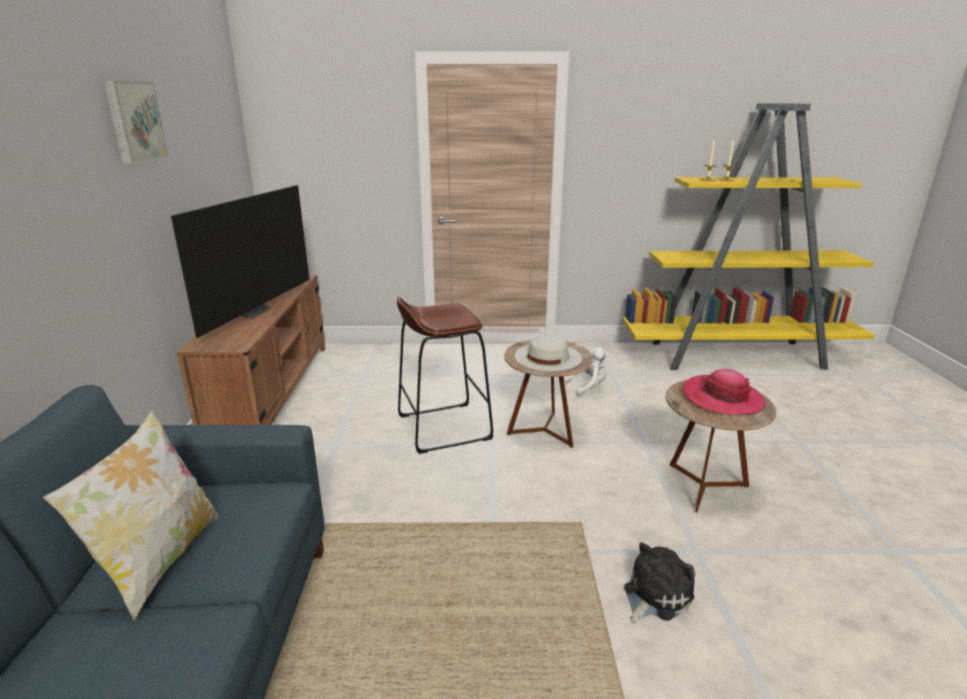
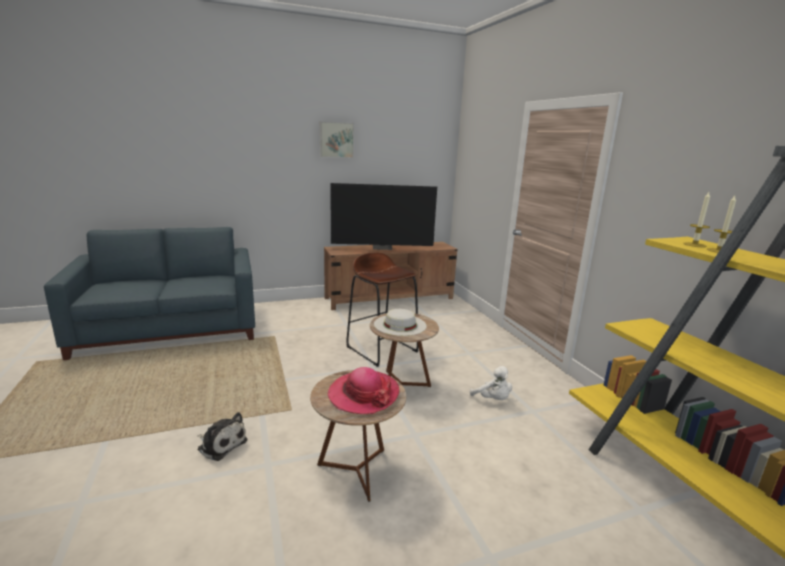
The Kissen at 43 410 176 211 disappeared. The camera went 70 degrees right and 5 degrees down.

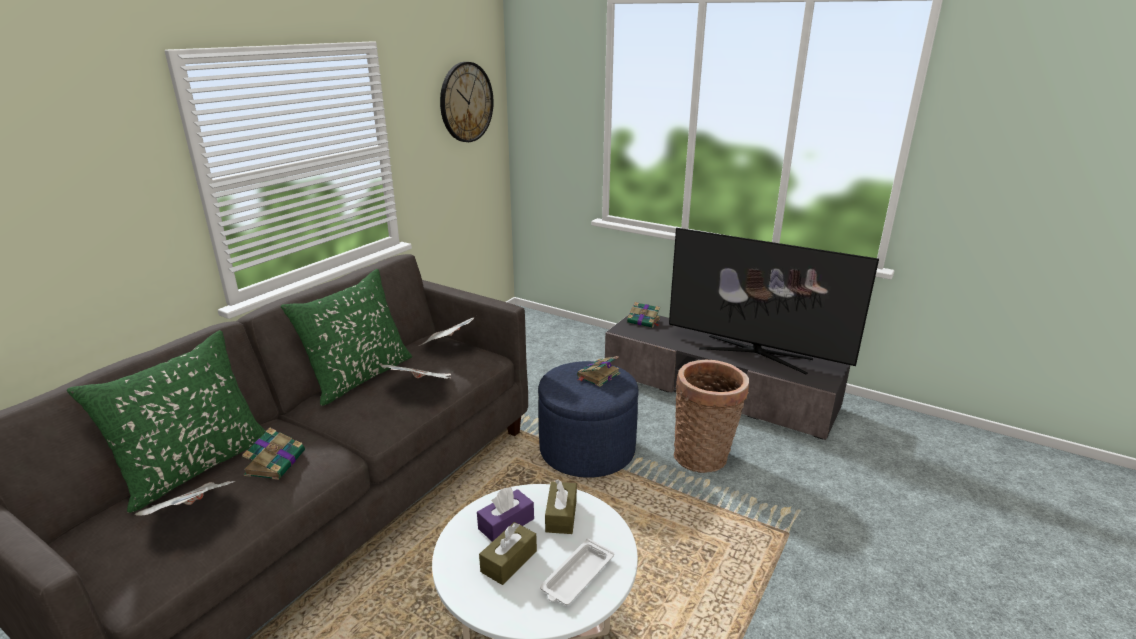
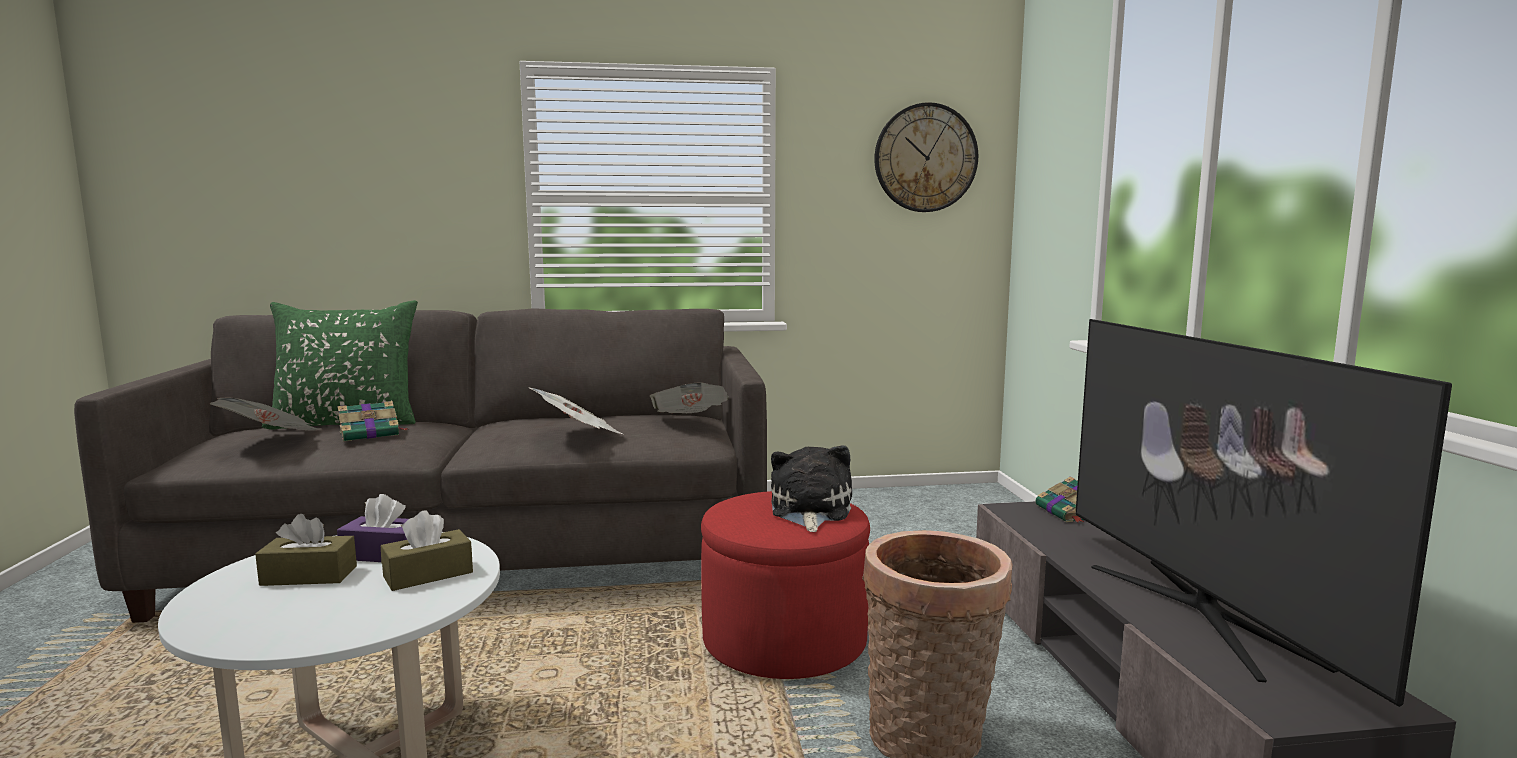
The Kissen/grün at 281 269 131 137 disappeared. The Buch at 577 356 43 31 was replaced by the Plüschtier at 771 445 81 87. The Polsterhocker/blau at 538 361 101 117 became the Polsterhocker/rot at 701 491 169 188. The Tablett/weiß at 540 538 74 67 disappeared. The camera went 50 degrees right and 15 degrees down.

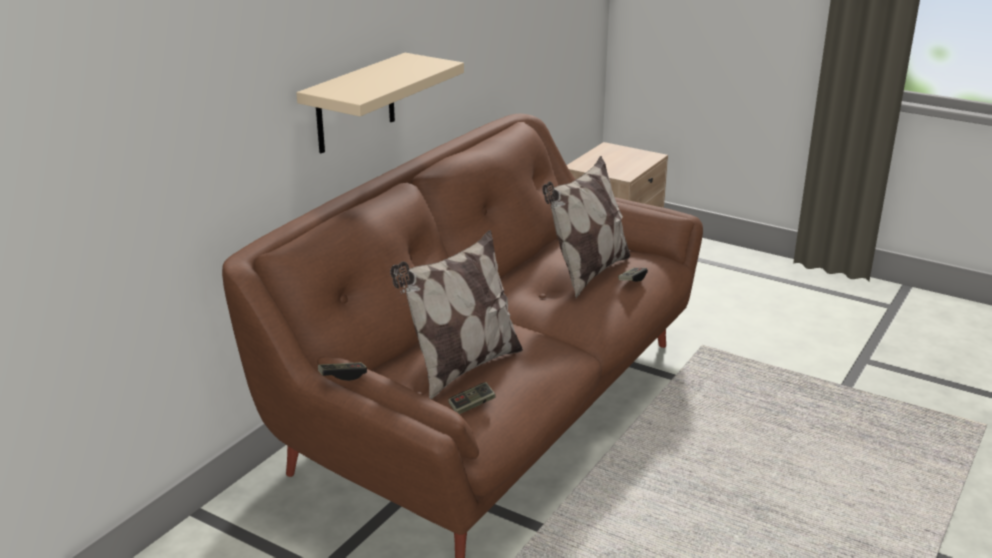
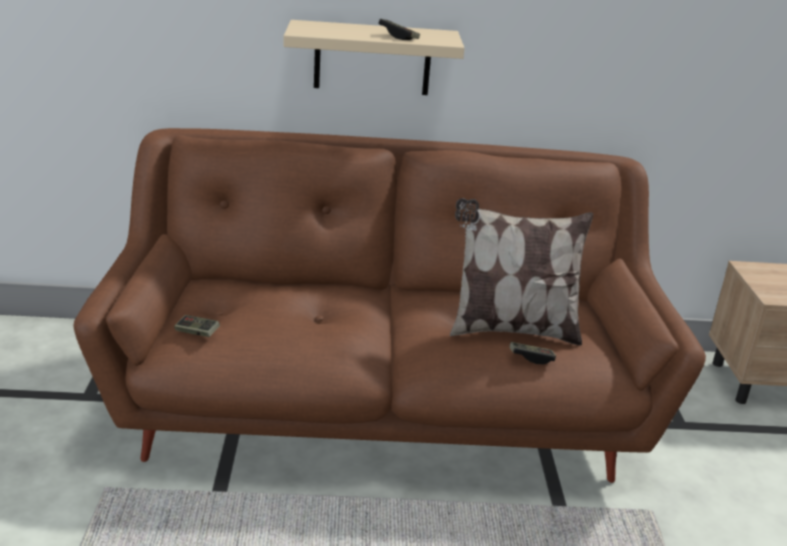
The Kissen at 390 230 133 170 disappeared. The Gamepad moved from 318 362 49 19 to 378 19 42 21. The camera went 55 degrees right and 0 degrees up.

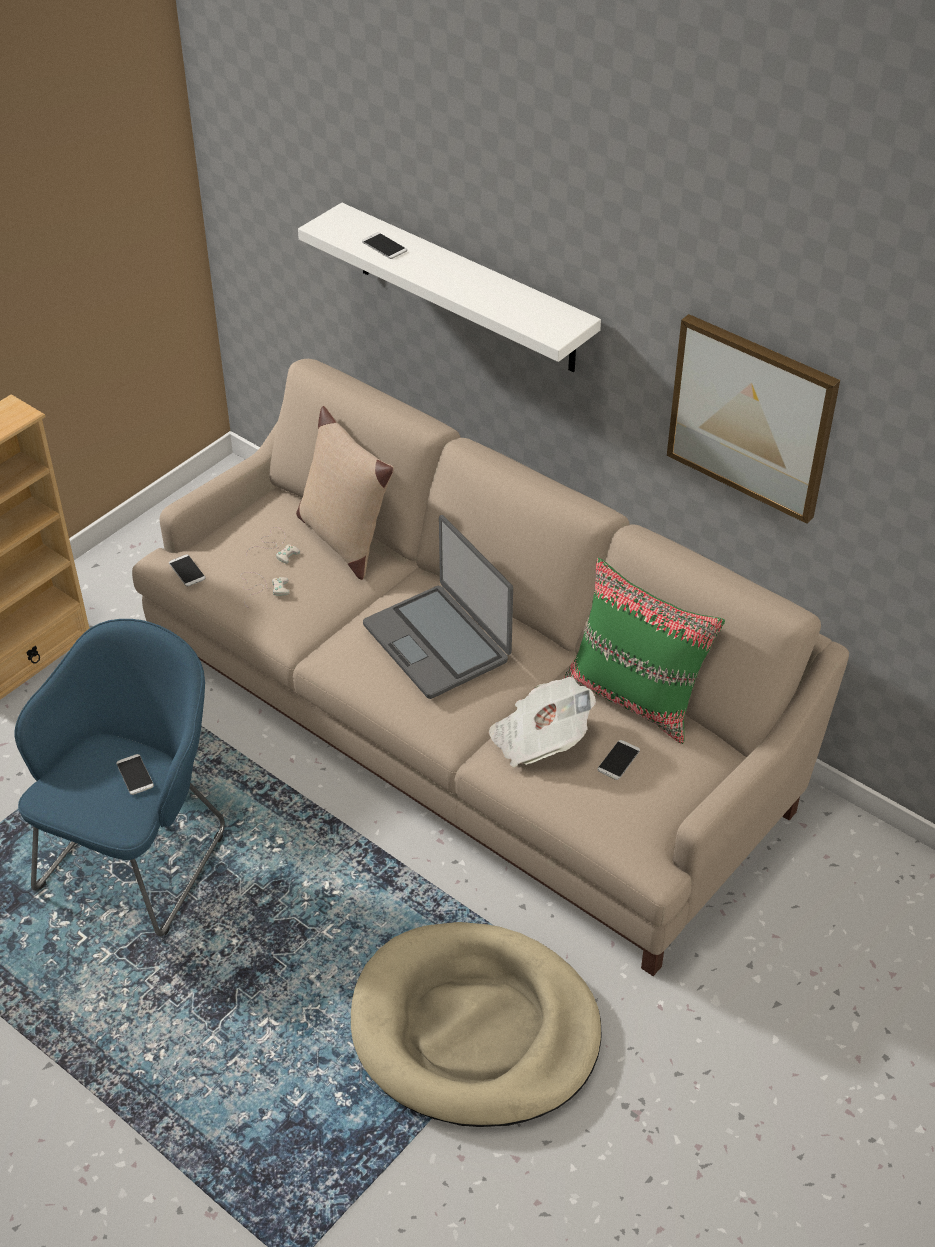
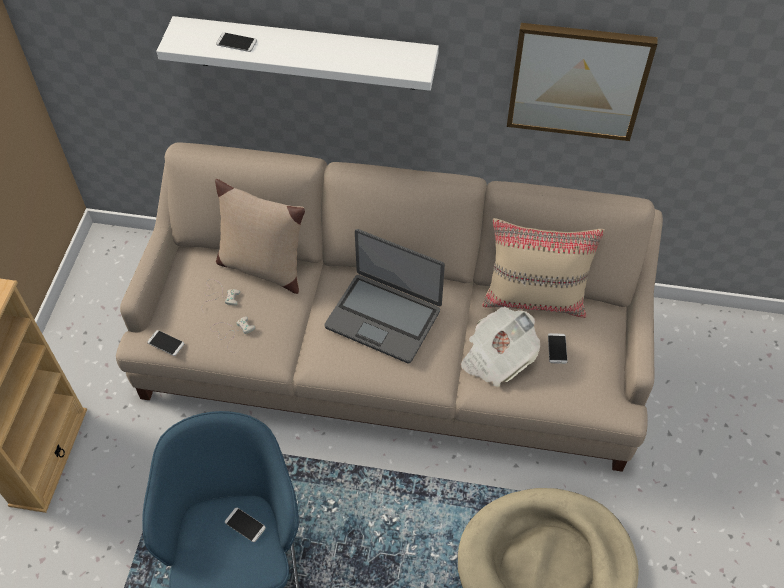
The Kissen/grün at 564 558 161 186 became the Kissen/beige at 482 218 123 100. The camera went 30 degrees left and 10 degrees up.

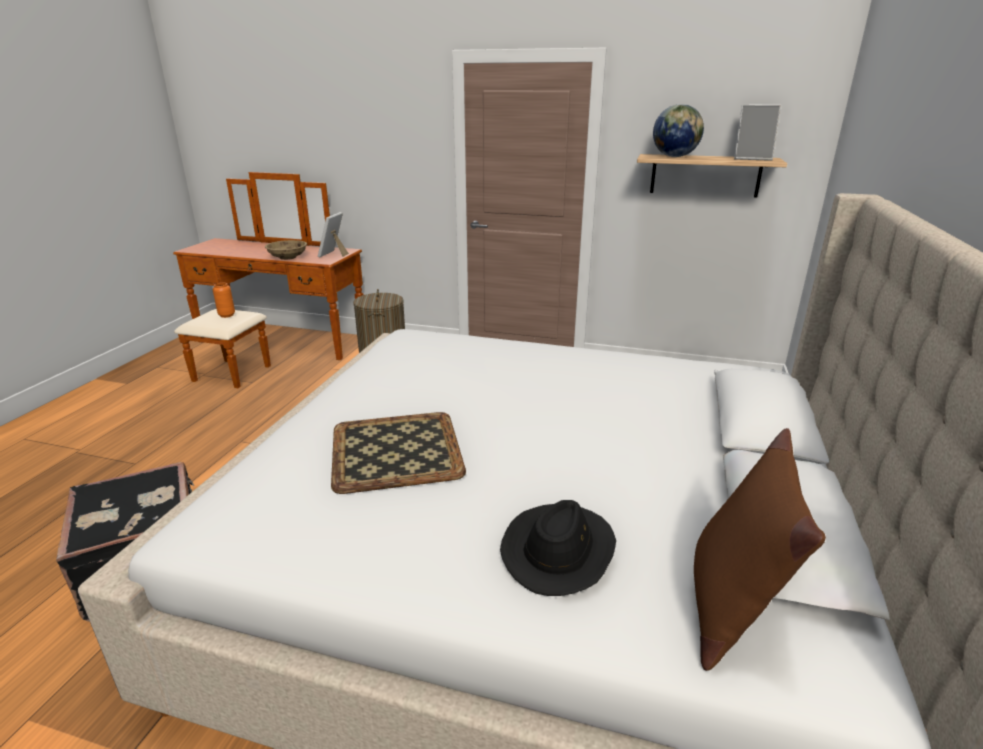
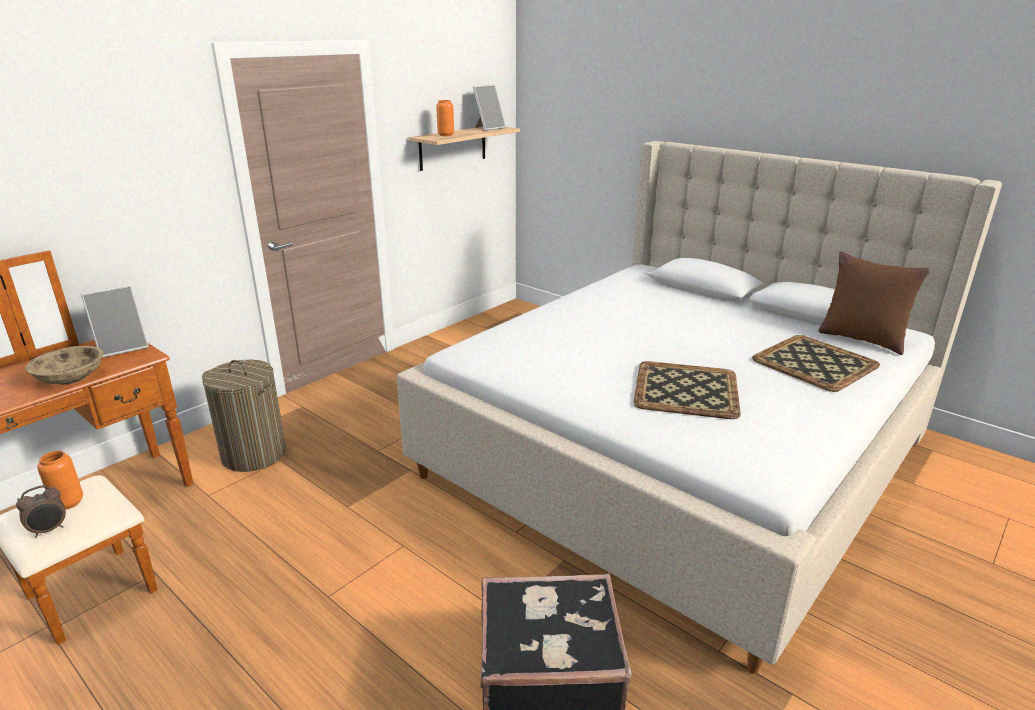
The Globus at 653 104 51 53 was replaced by the Vase/orange at 436 100 18 36. The Bilderrahmen at 318 212 31 46 turned 75 degrees counterclockwise. The Hut/schwarz at 500 500 116 96 was replaced by the Tablett at 752 335 128 57. The Wecker at 16 485 50 53 appeared. The camera went 65 degrees left and 0 degrees up.

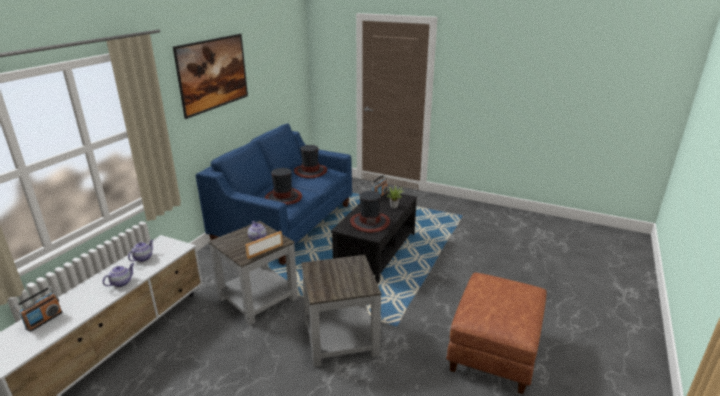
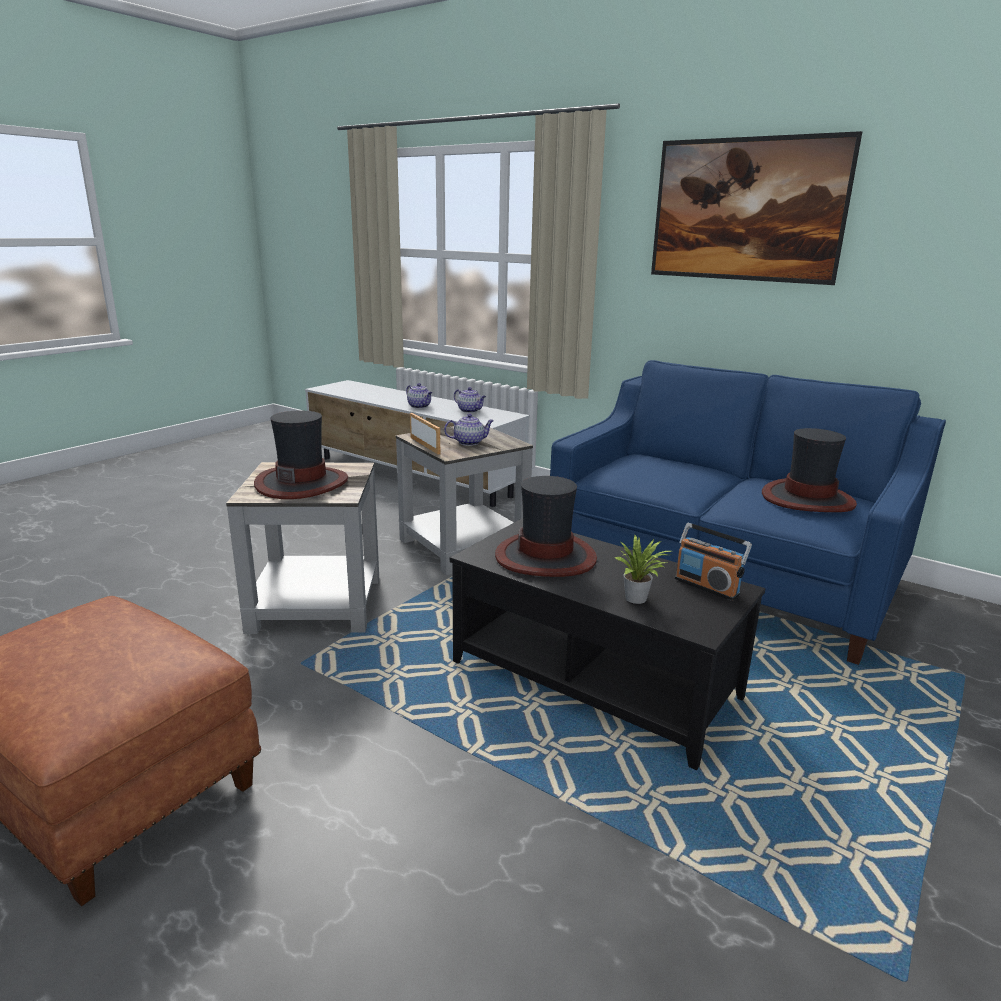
The Hut moved from 265 168 37 37 to 254 411 94 88. The Radio at 14 286 49 46 disappeared. The camera went 100 degrees right and 5 degrees down.

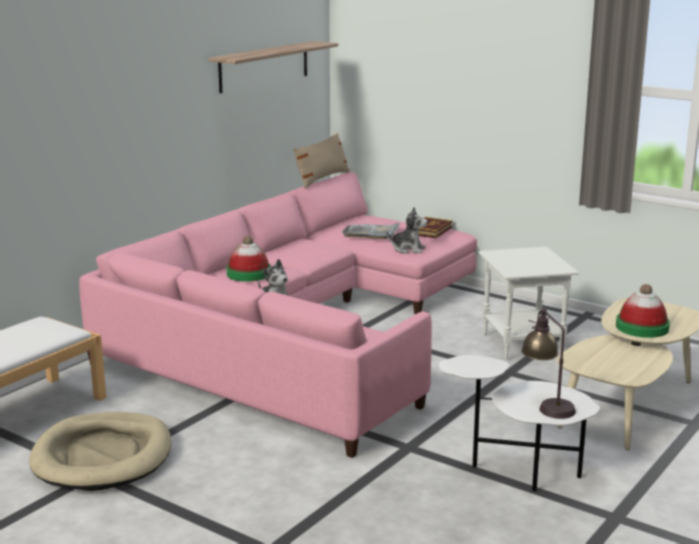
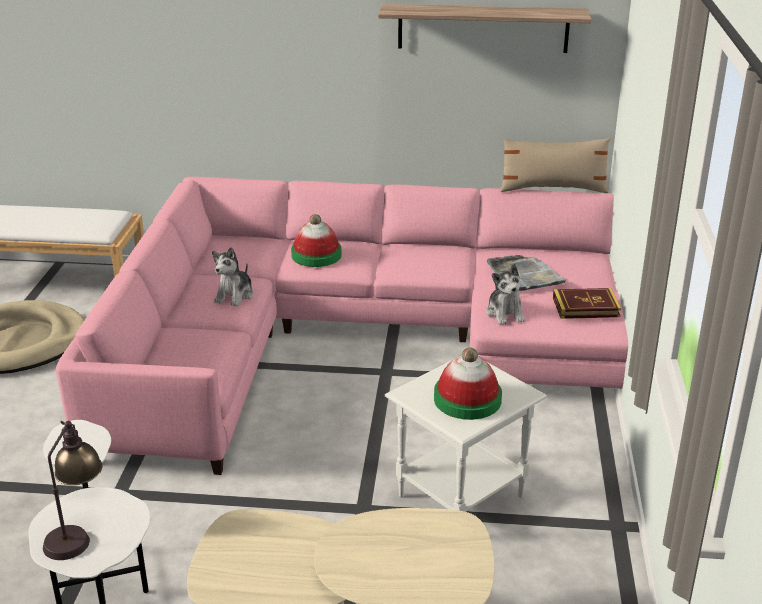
The Hut moved from 616 284 54 54 to 434 347 68 73. The camera went 60 degrees right and 10 degrees up.

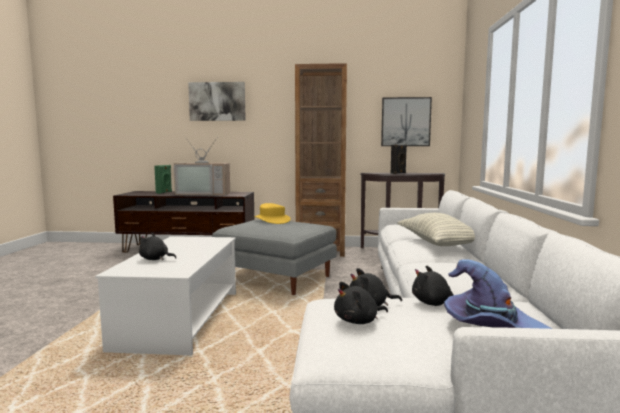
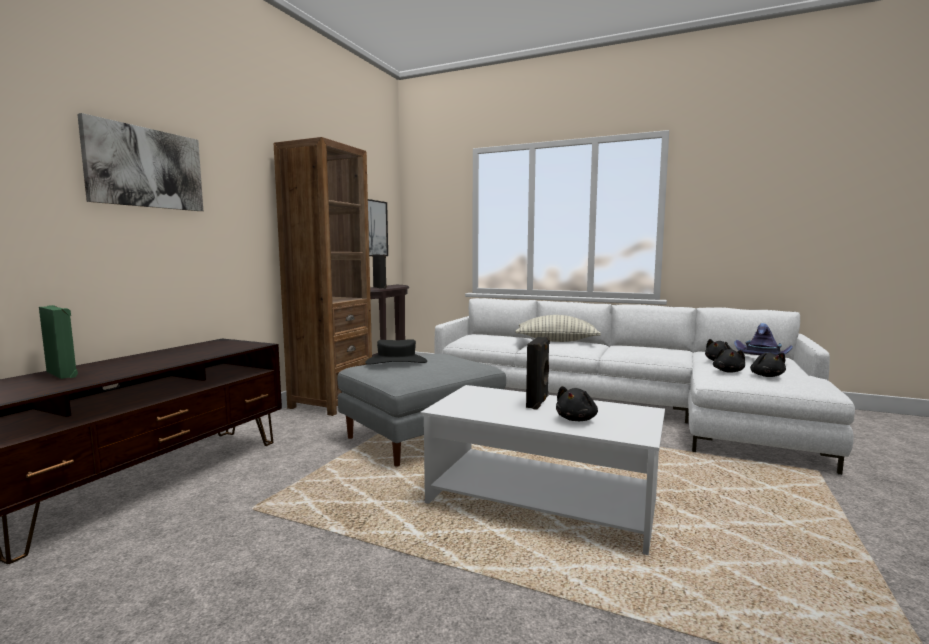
The Fernseher at 174 137 56 59 disappeared. The Hut/gelb at 254 203 37 21 became the Hut/schwarz at 365 339 62 25. The Lautsprecher/schwarz at 526 337 24 73 appeared. The camera went 70 degrees left and 0 degrees up.

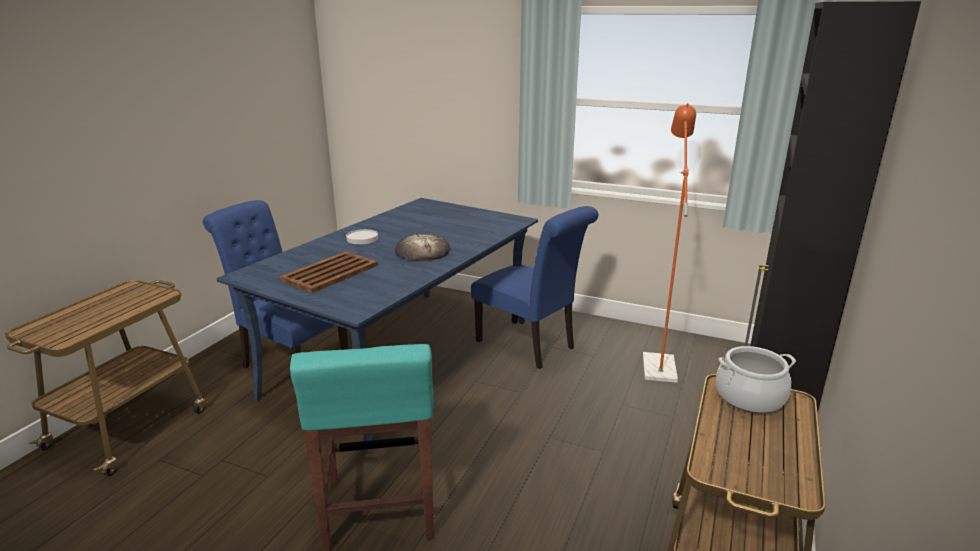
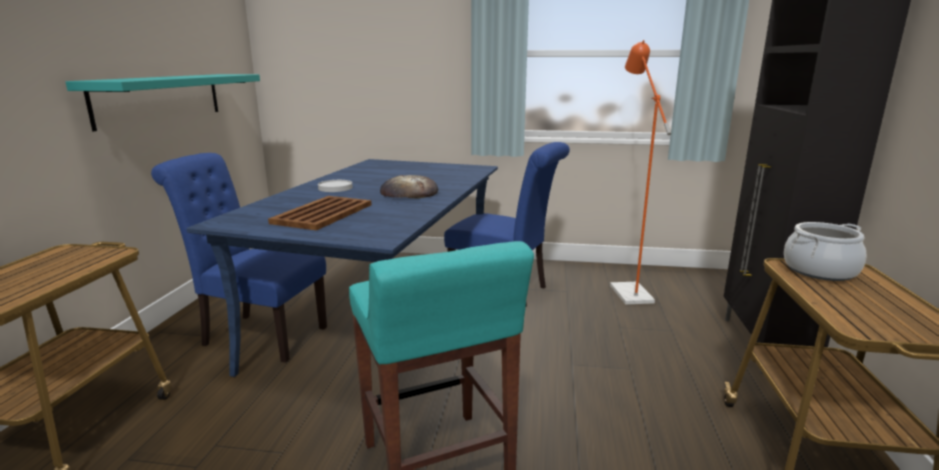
The Wandregal/türkis at 66 74 194 57 appeared. The camera went 15 degrees left and 5 degrees down.

